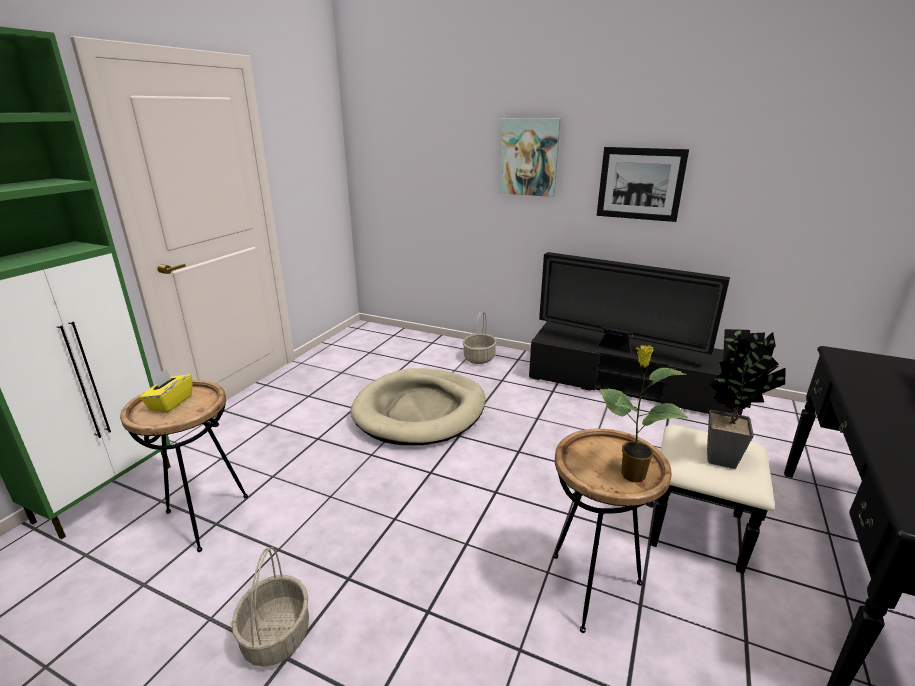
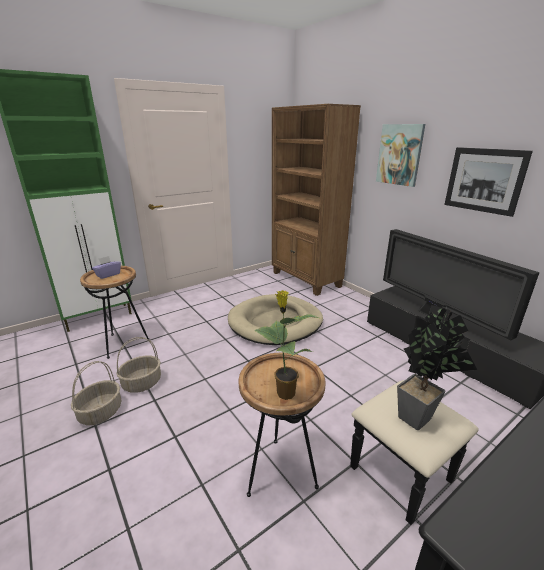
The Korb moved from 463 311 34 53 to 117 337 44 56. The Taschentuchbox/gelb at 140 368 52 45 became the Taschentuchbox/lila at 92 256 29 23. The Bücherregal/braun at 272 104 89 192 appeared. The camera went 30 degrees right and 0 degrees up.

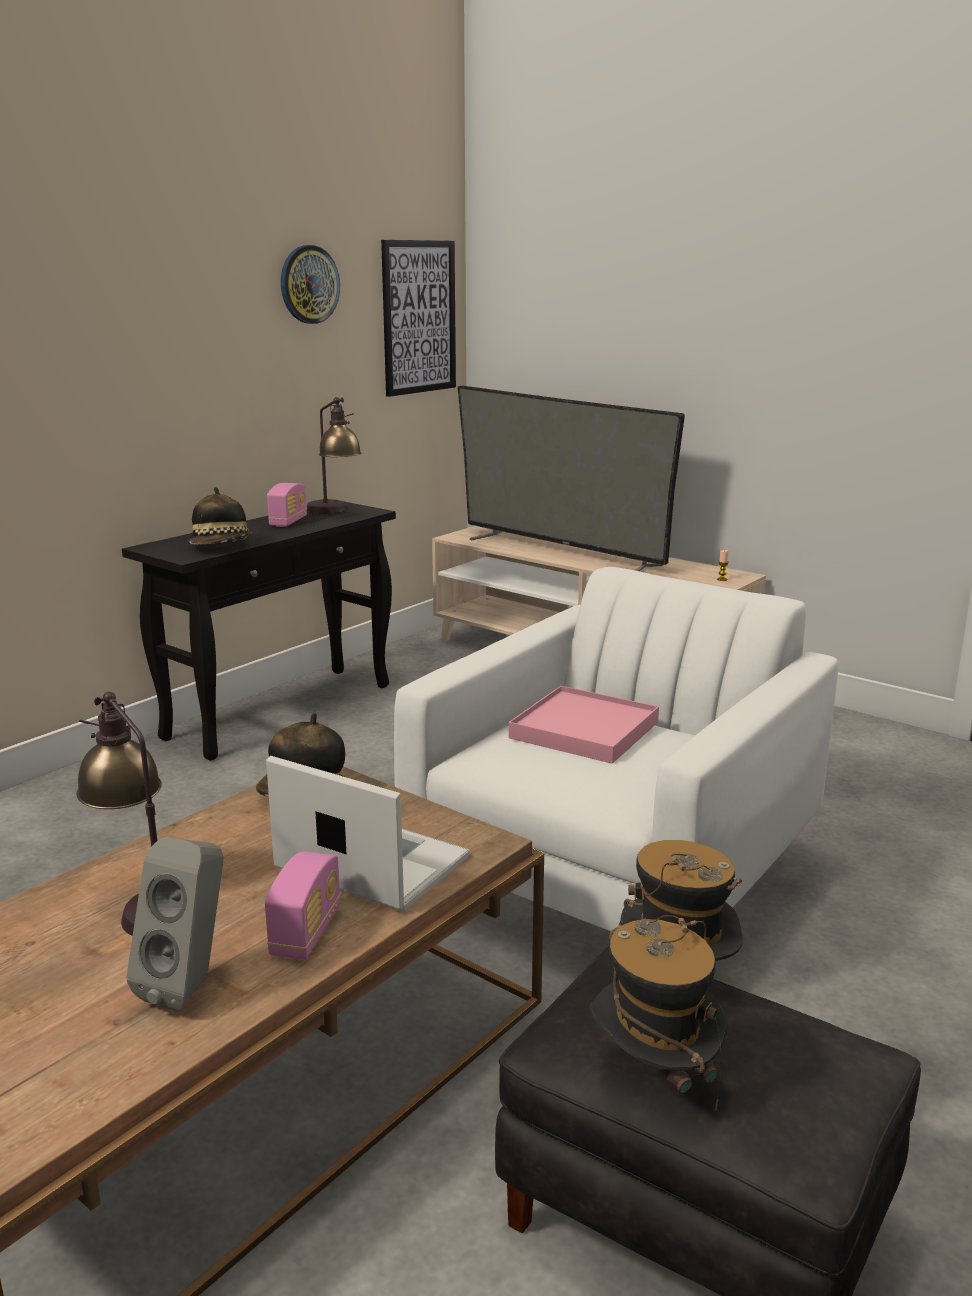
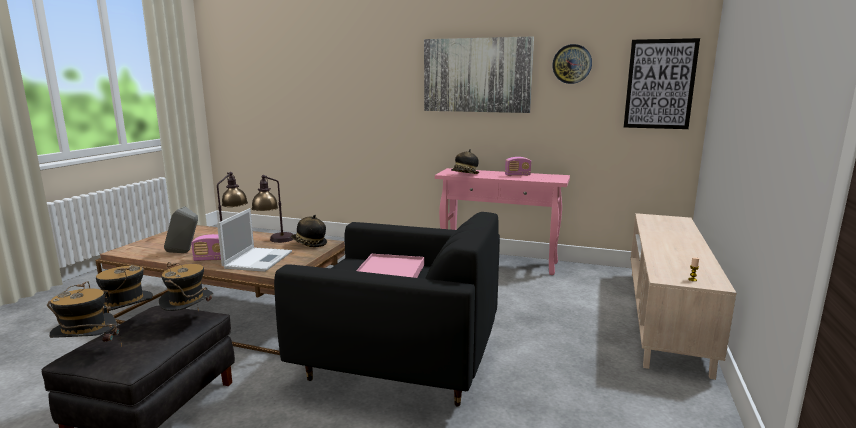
The Fernseher at 457 386 228 185 disappeared. The Tischlampe moved from 307 397 54 117 to 251 175 43 68. The Konsolentisch/schwarz at 122 501 274 260 became the Konsolentisch/rosa at 435 168 135 107. The Sessel/weiß at 394 567 445 364 became the Sessel/schwarz at 274 212 226 194. The Bild at 424 36 110 77 appeared. The Hut at 47 282 75 65 appeared. The camera went 70 degrees right and 5 degrees down.

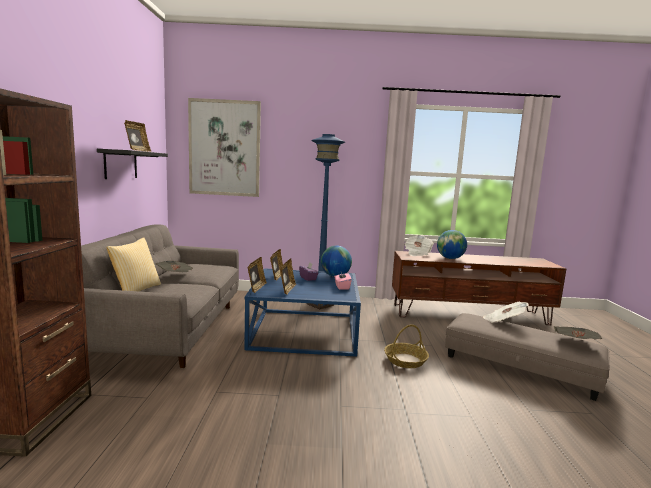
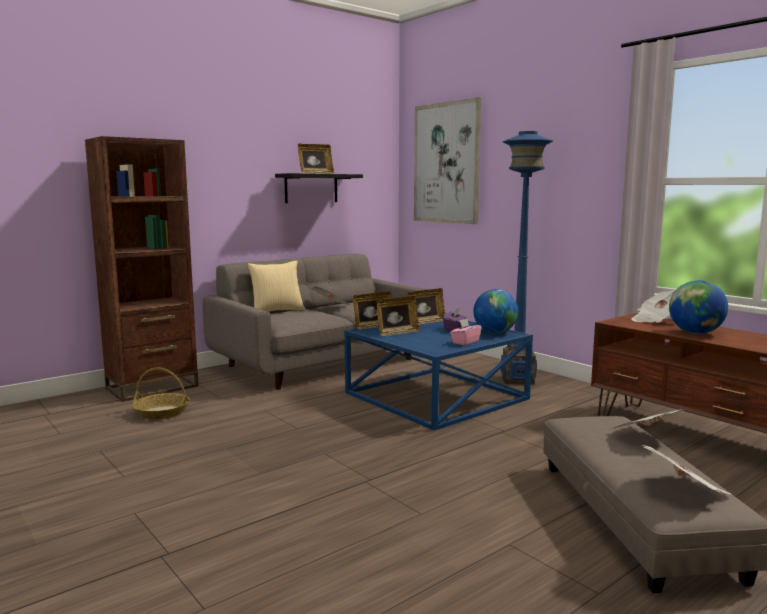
The Korb moved from 384 325 45 43 to 132 367 57 52. The camera went 50 degrees right and 0 degrees up.

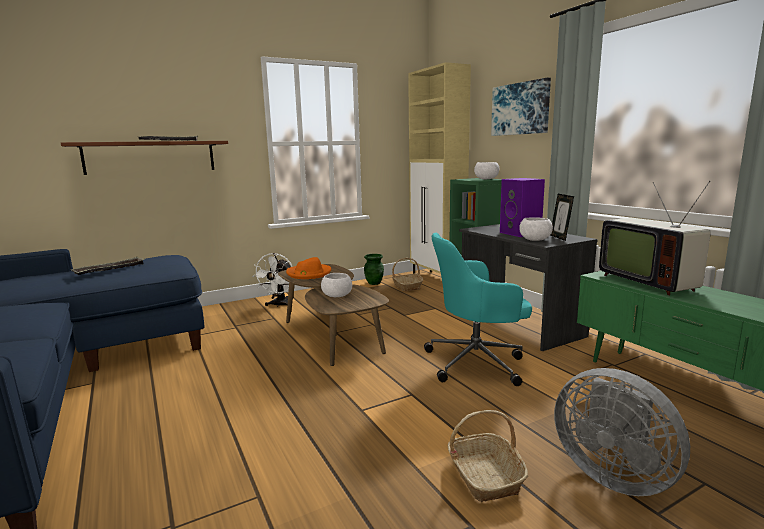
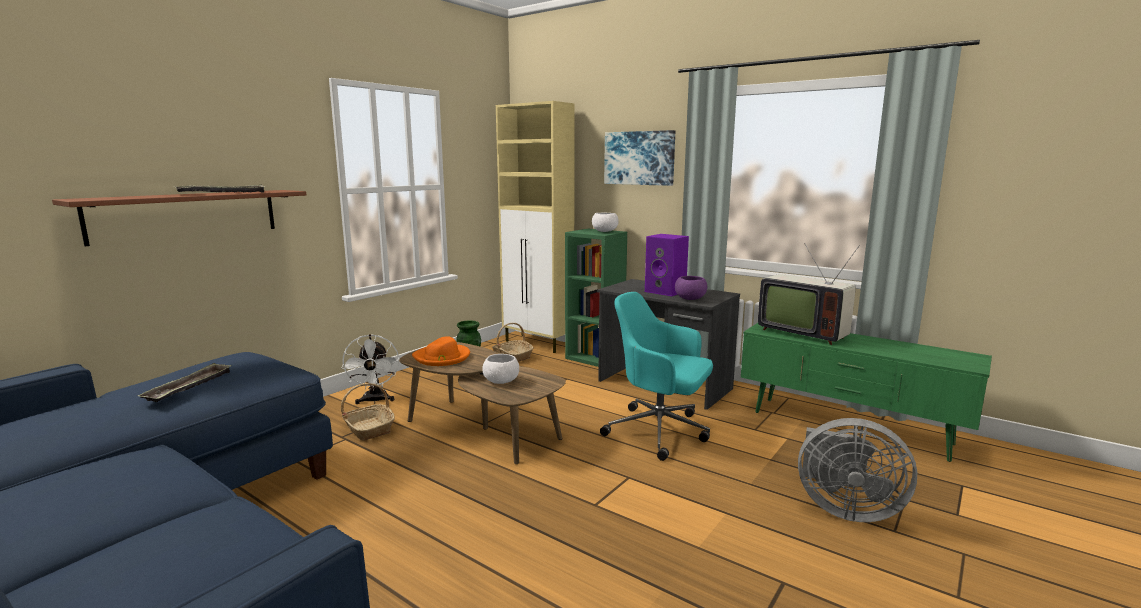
The Bilderrahmen at 550 194 24 47 disappeared. The Schüssel/weiß at 519 217 34 24 became the Schüssel/lila at 675 276 32 24. The Bürostuhl/türkis at 424 233 108 153 turned 60 degrees clockwise. The Korb moved from 448 410 80 92 to 341 383 54 58. The camera went 25 degrees left and 0 degrees up.

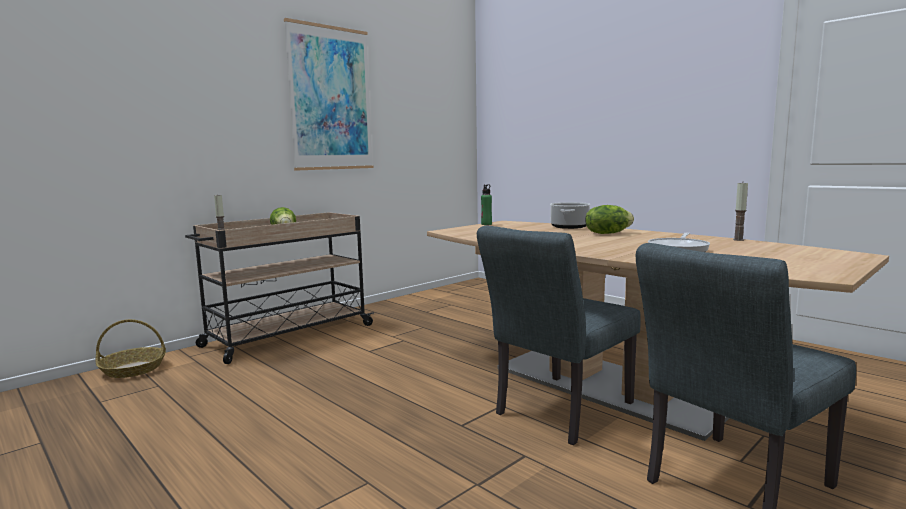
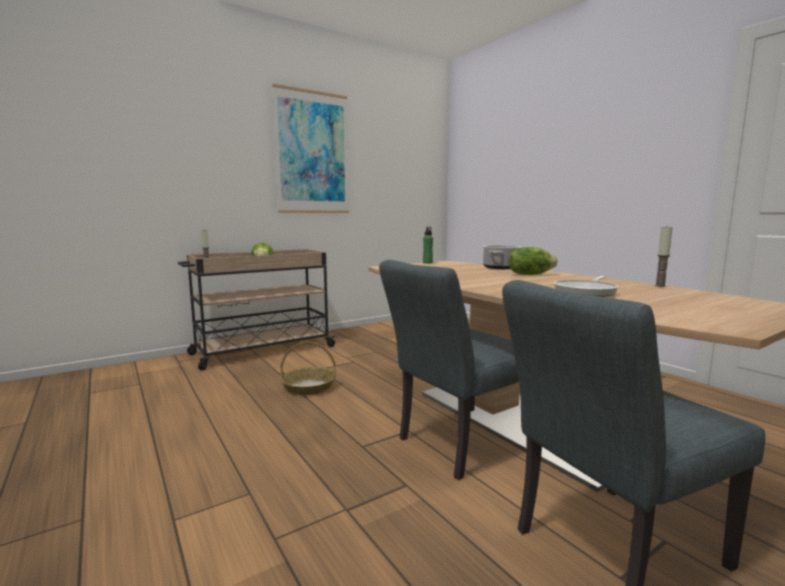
The Korb moved from 95 319 71 59 to 280 342 56 53. The camera went 10 degrees right and 0 degrees up.

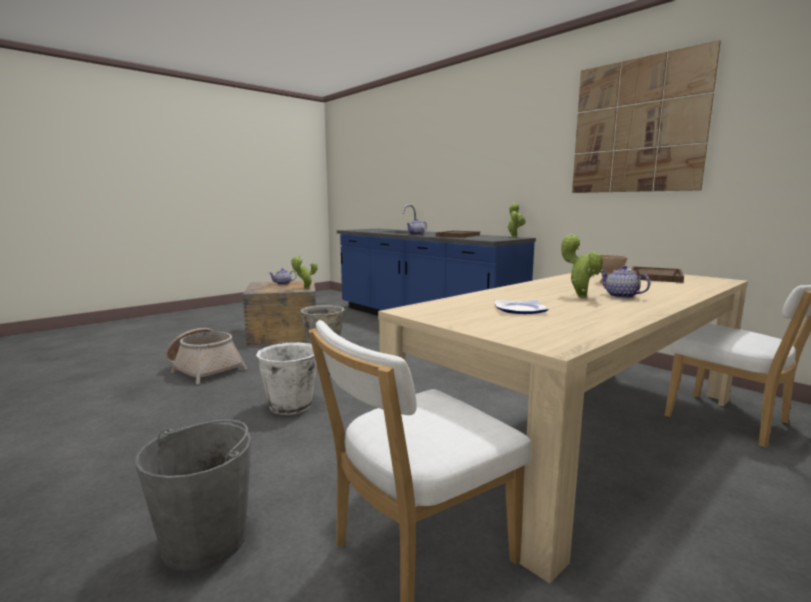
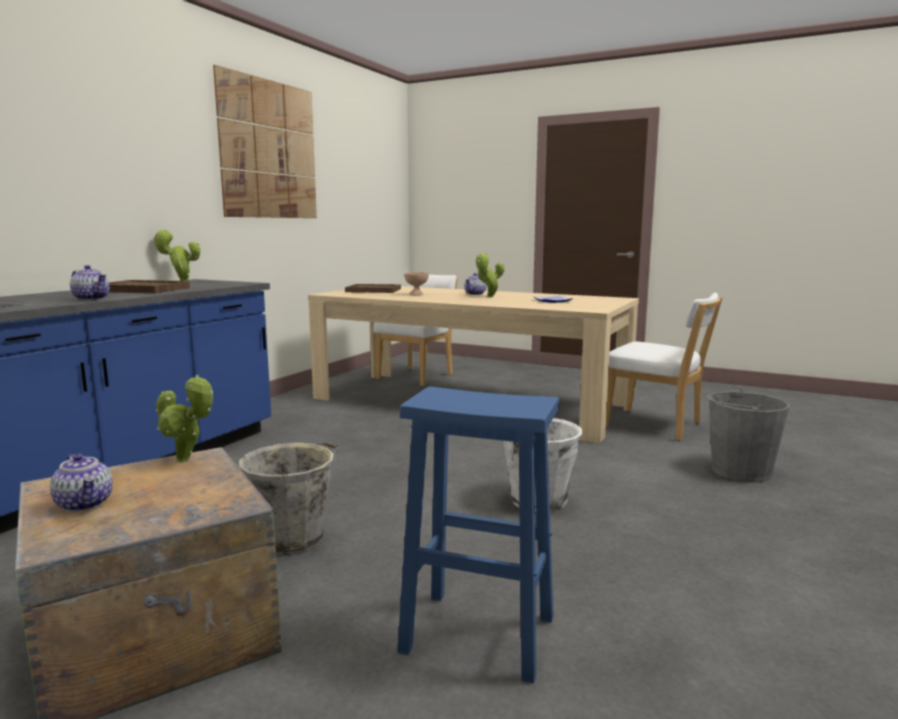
The Korb at 166 328 81 56 was replaced by the Hocker/blau at 397 387 162 296. The camera went 110 degrees left and 0 degrees up.

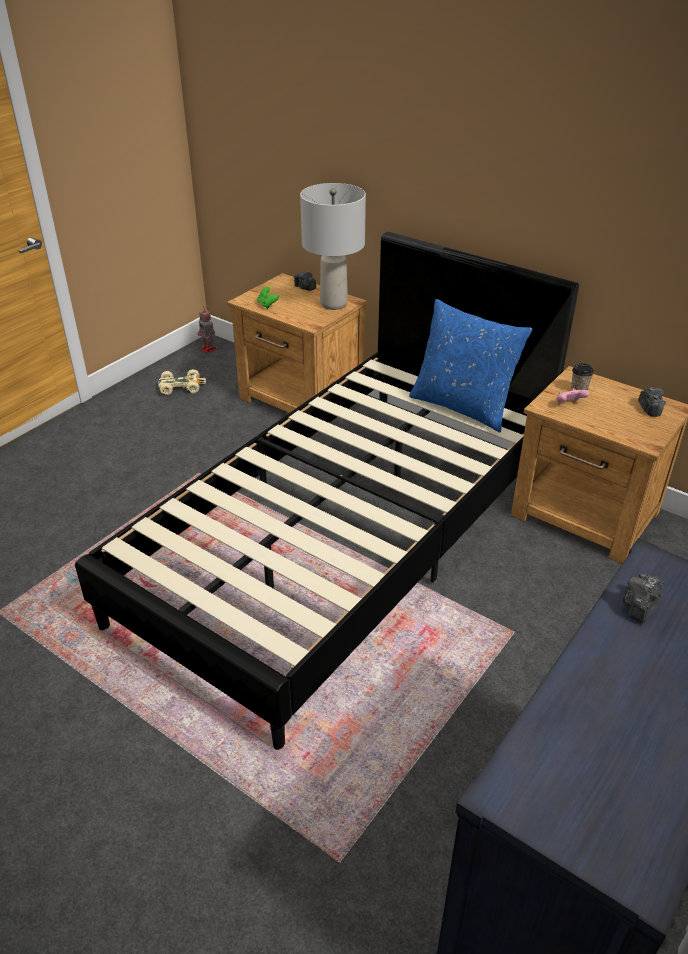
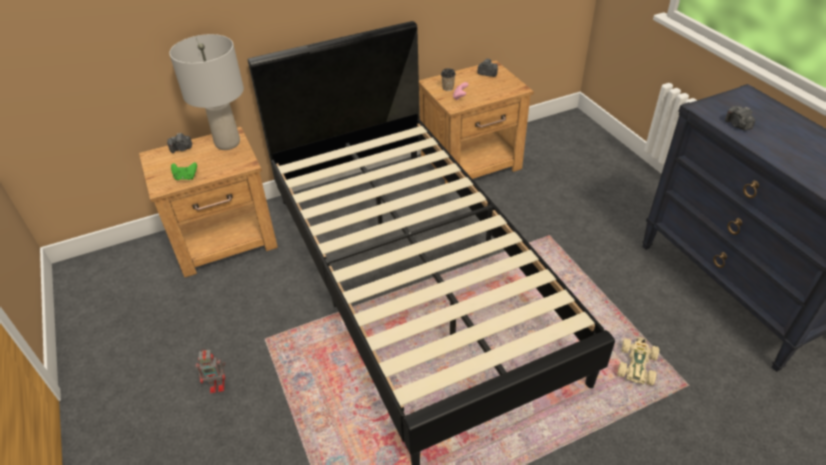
The Kissen/blau at 409 299 123 133 disappeared. The Spielzeugroboter moved from 198 307 19 46 to 196 349 30 44. The Spielzeugauto/beige moved from 158 369 48 26 to 617 337 42 49. The camera went 60 degrees left and 5 degrees up.

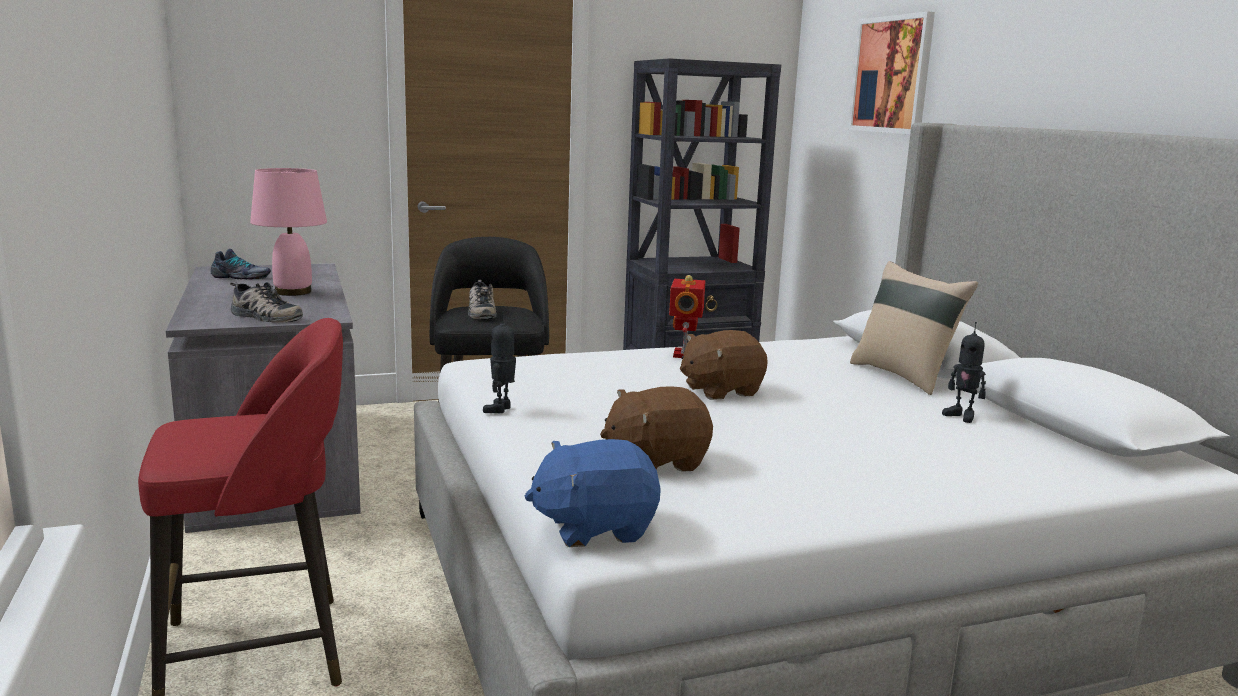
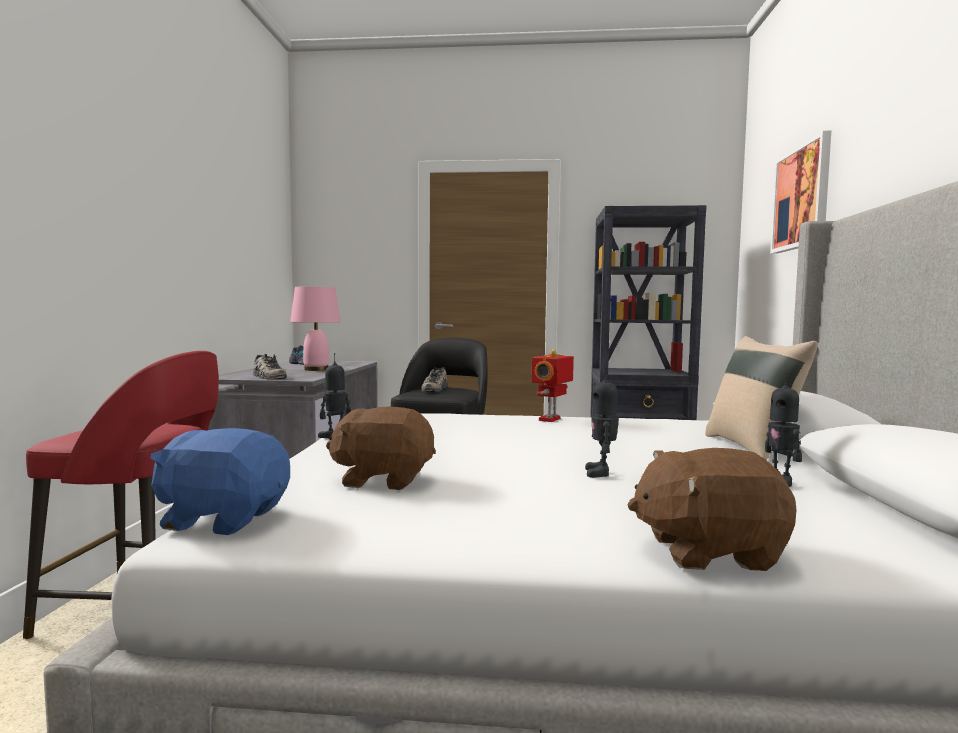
The Plüschtier/braun moved from 680 330 88 70 to 628 448 169 123. The Spielzeugroboter at 585 367 34 111 appeared. The camera went 25 degrees right and 10 degrees down.

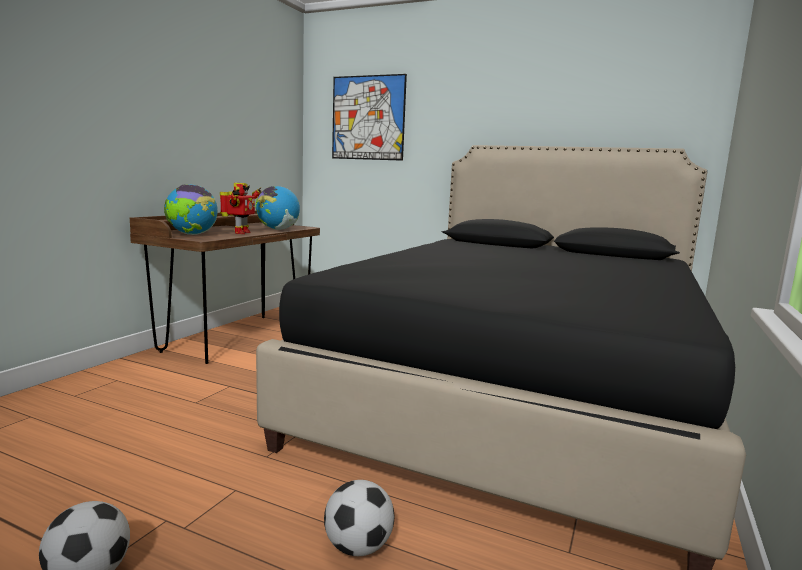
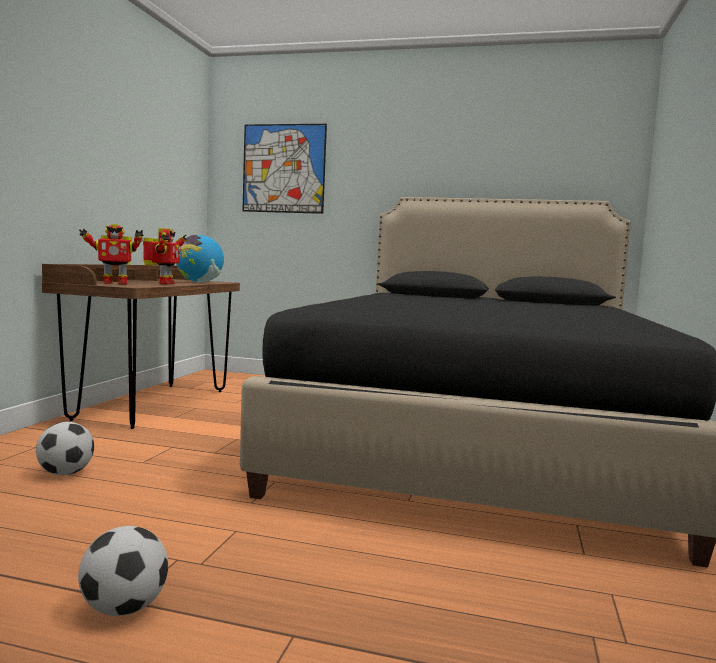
The Globus at 164 184 54 51 was replaced by the Spielzeugroboter at 79 224 64 60. The Fußball moved from 324 480 70 76 to 36 422 58 53. The camera went 10 degrees left and 5 degrees down.

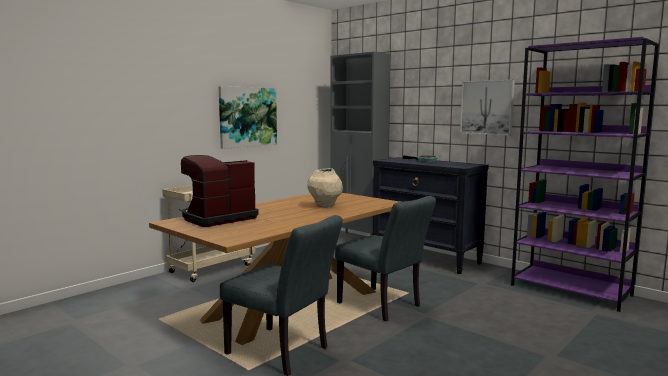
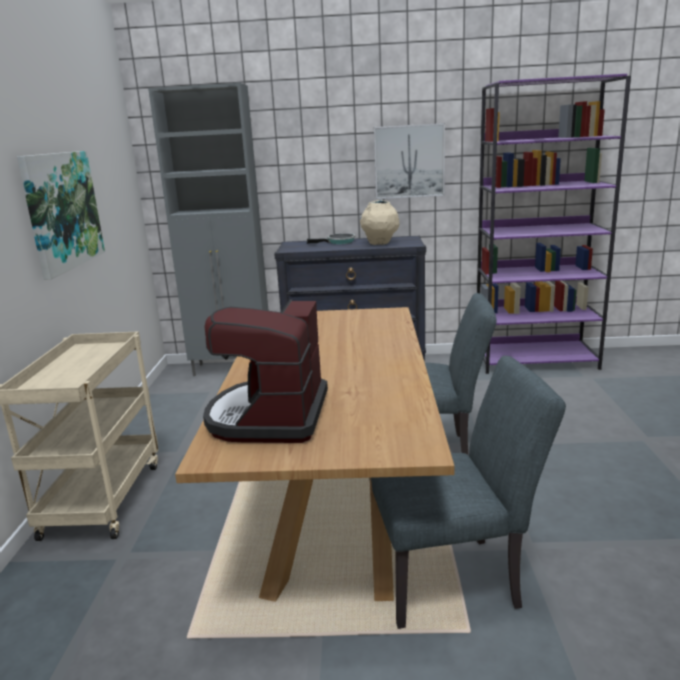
The Vase/beige moved from 307 168 36 40 to 360 200 40 45. The camera went 40 degrees left and 10 degrees up.

